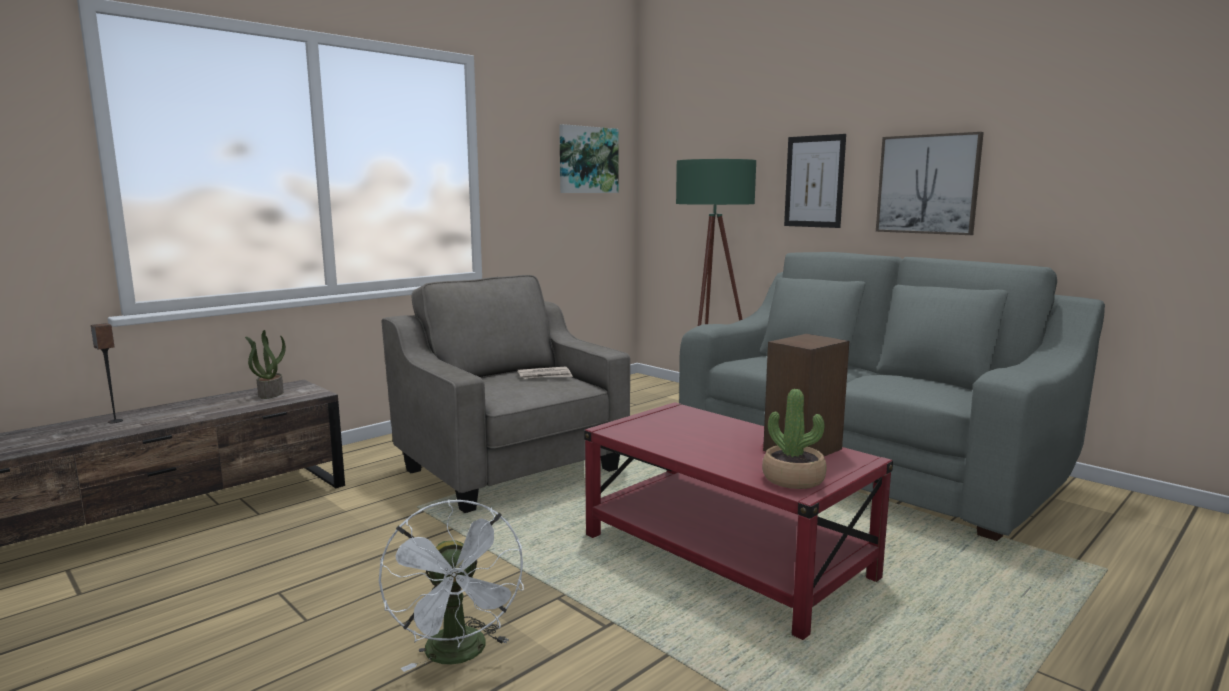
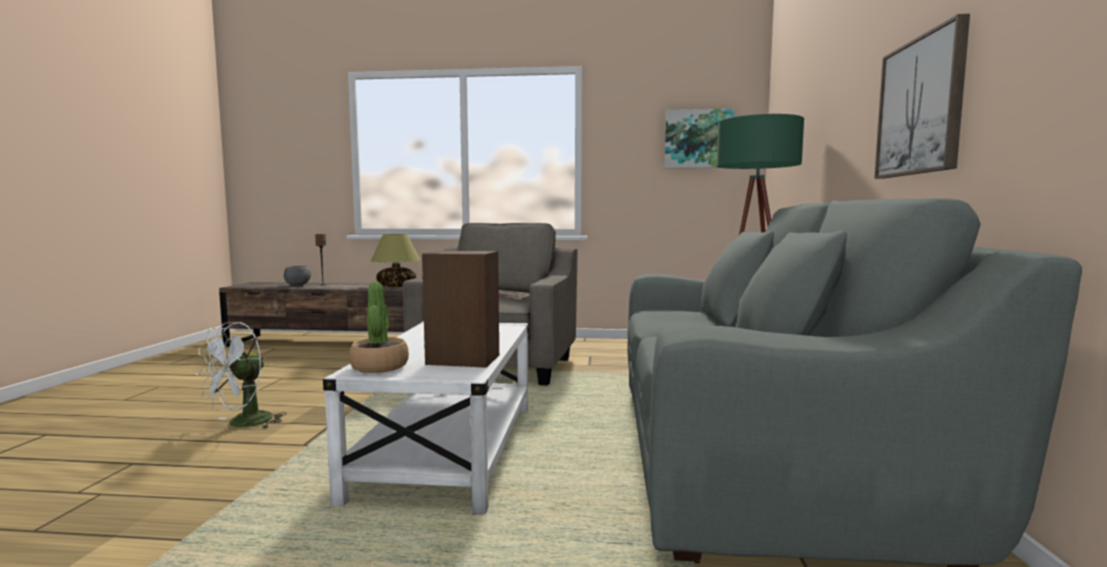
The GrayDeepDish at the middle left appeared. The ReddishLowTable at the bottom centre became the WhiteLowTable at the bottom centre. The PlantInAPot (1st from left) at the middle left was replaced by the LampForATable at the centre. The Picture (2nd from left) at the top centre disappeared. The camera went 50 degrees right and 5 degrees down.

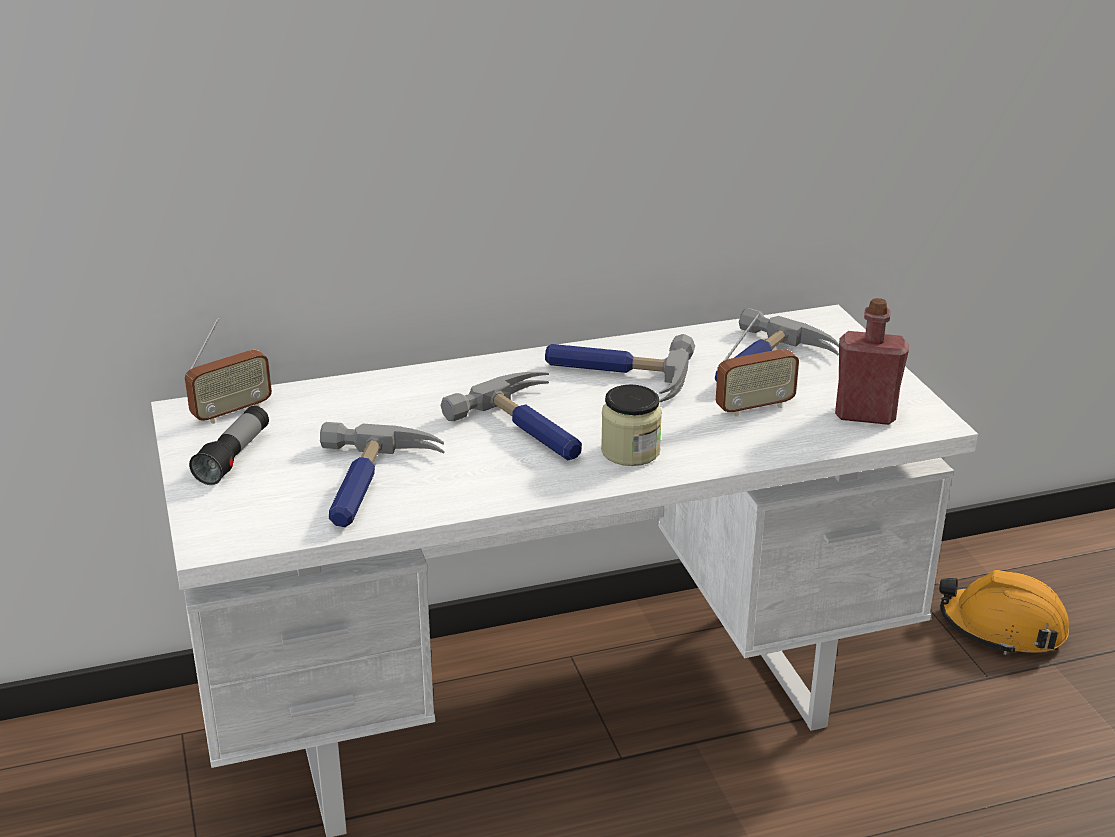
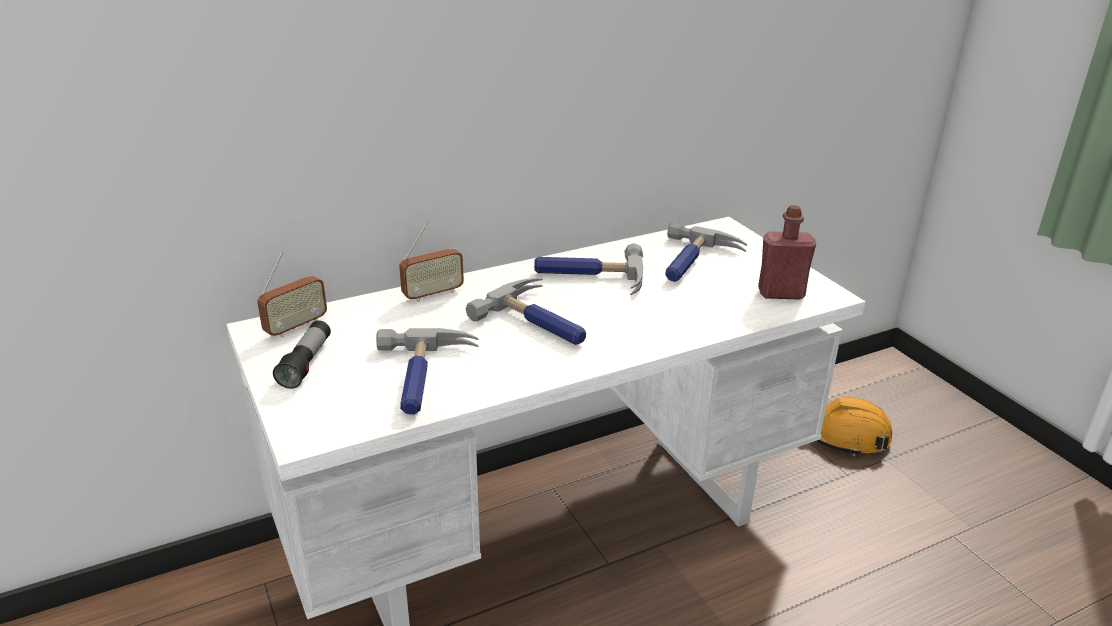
The RadioSet (2nd from left) moved from the middle right to the centre. The Jar at the centre disappeared. The camera went 10 degrees left and 0 degrees up.

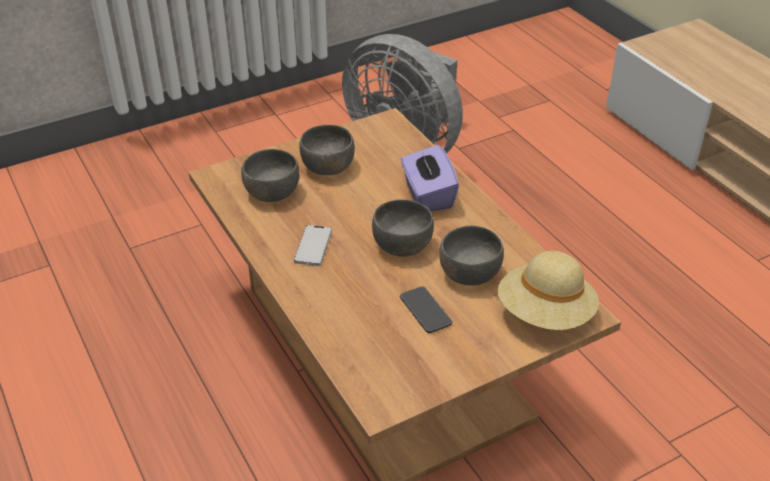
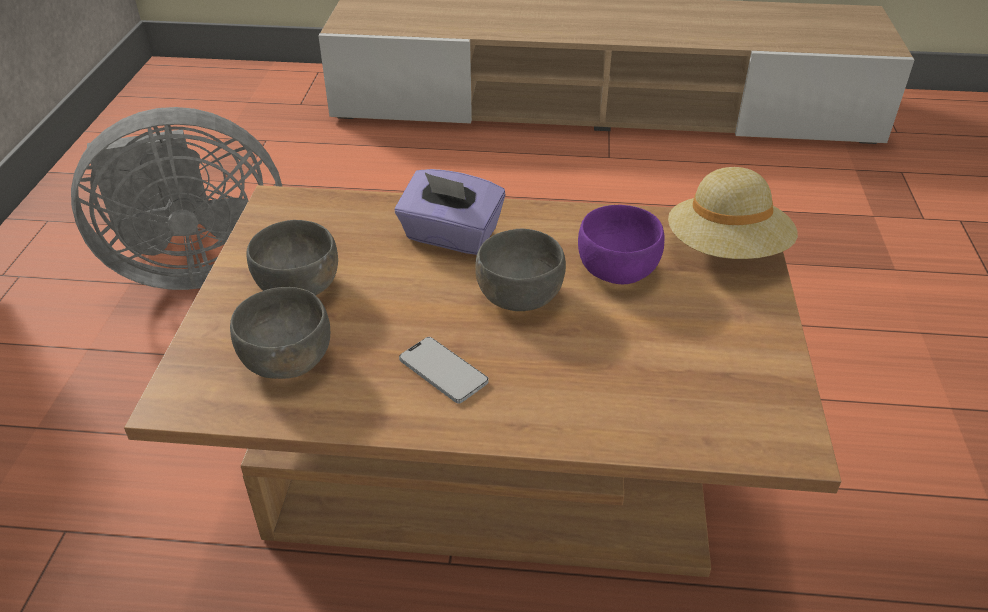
The GrayDeepDish (4th from left) at the centre became the PurpleColouredDeepDish at the centre. The Handset (2nd from left) at the centre disappeared. The camera went 55 degrees left and 0 degrees up.

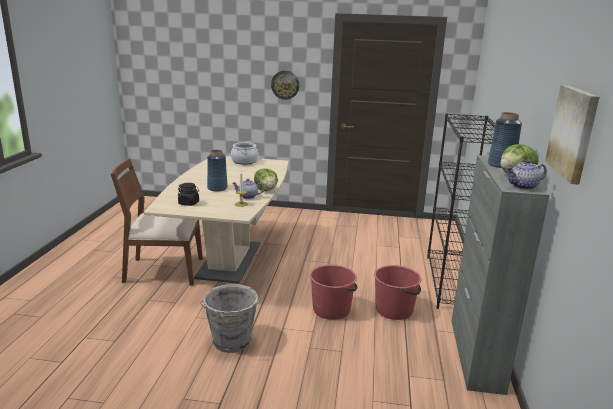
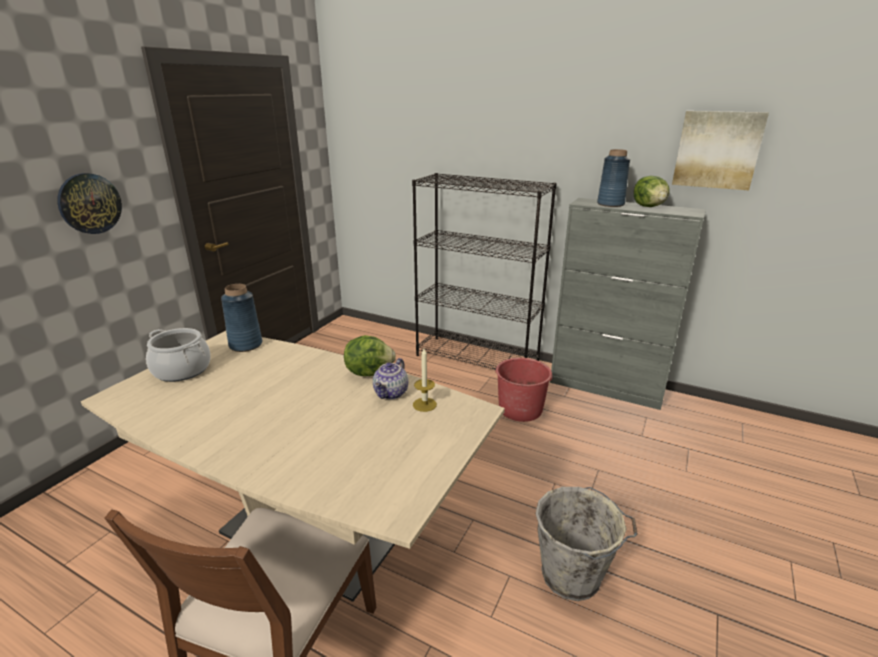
The BluishDecorativeVase (1st from left) moved from the centre to the middle left. The BlackJar at the middle left disappeared. The ReddishBucket (1st from left) at the bottom centre disappeared. The Teapot (2nd from left) at the middle right disappeared. The camera went 70 degrees left and 5 degrees up.

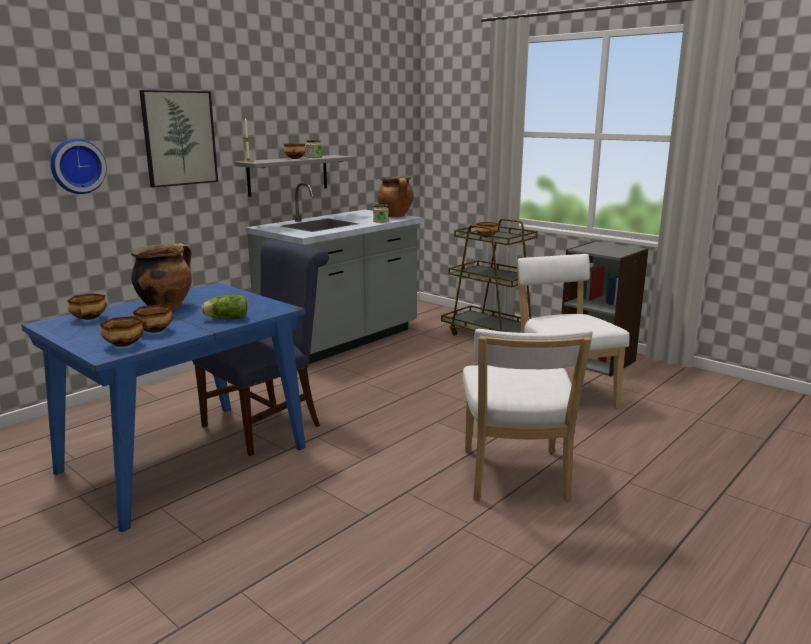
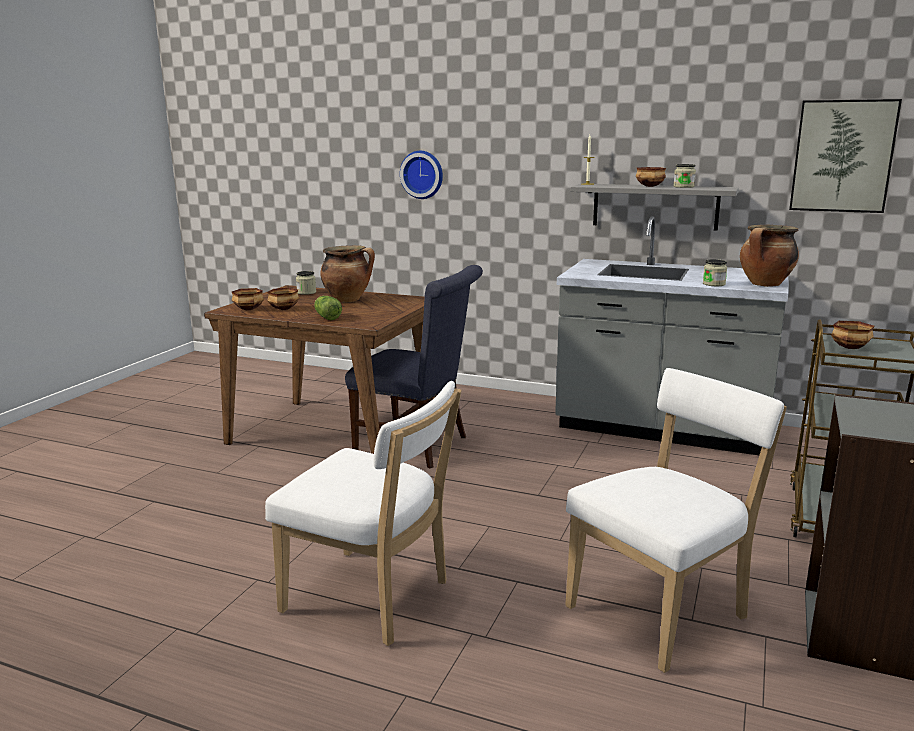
The BluishDiningTable at the middle left became the BrownColouredDiningTable at the centre. The WhitePlainChair (1st from left) at the centre turned 135 degrees counterclockwise. The DeepDish (1st from left) at the middle left was replaced by the Jar (1st from left) at the centre. The Picture moved from the top left to the top right. The camera went 70 degrees right and 0 degrees up.

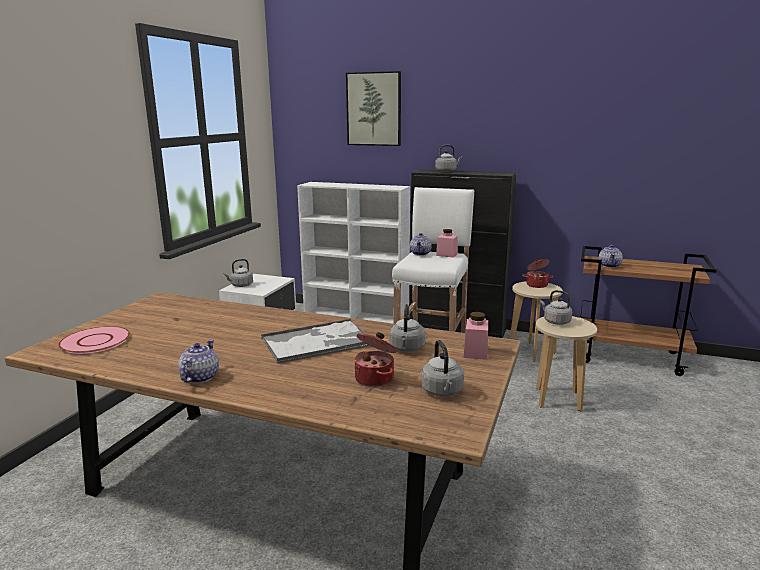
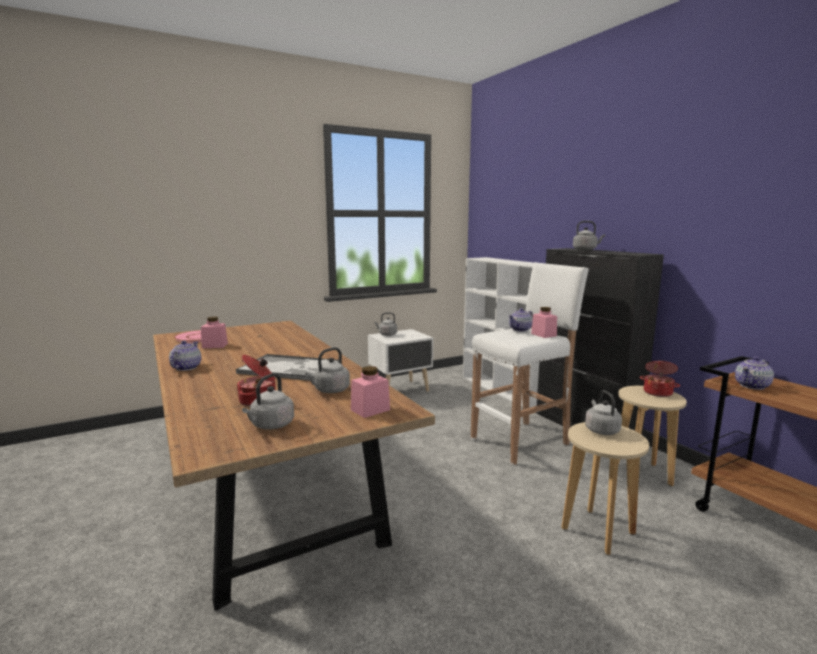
The Teapot (1st from left) at the middle left turned 45 degrees counterclockwise. The PinkJar (1st from left) at the middle left appeared. The Picture at the top centre disappeared. The camera went 40 degrees right and 5 degrees down.

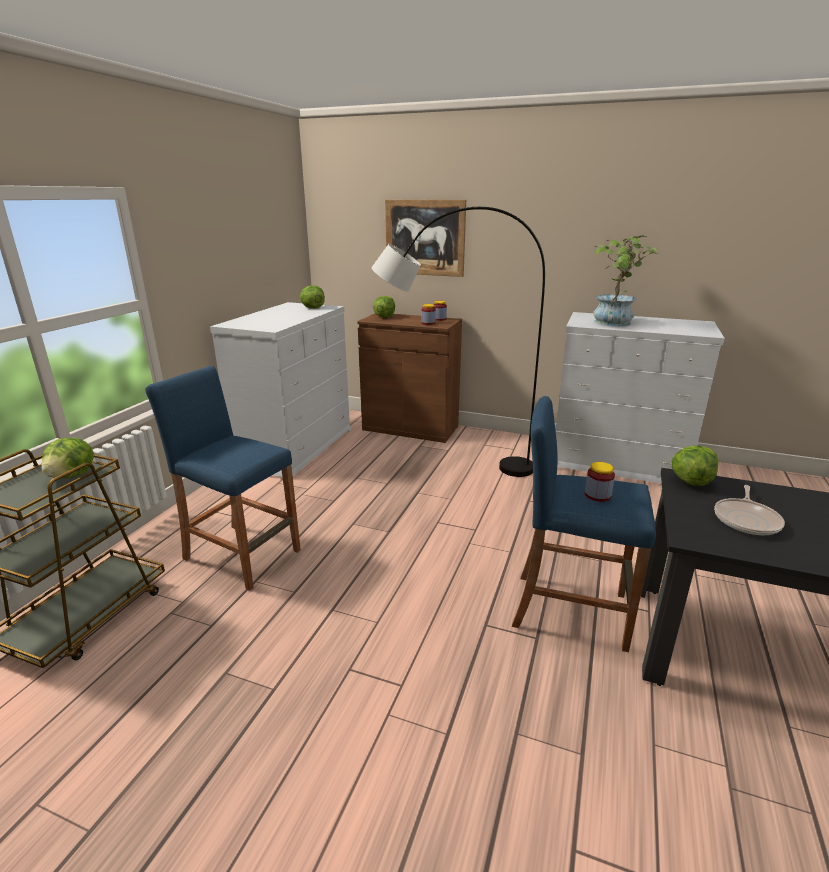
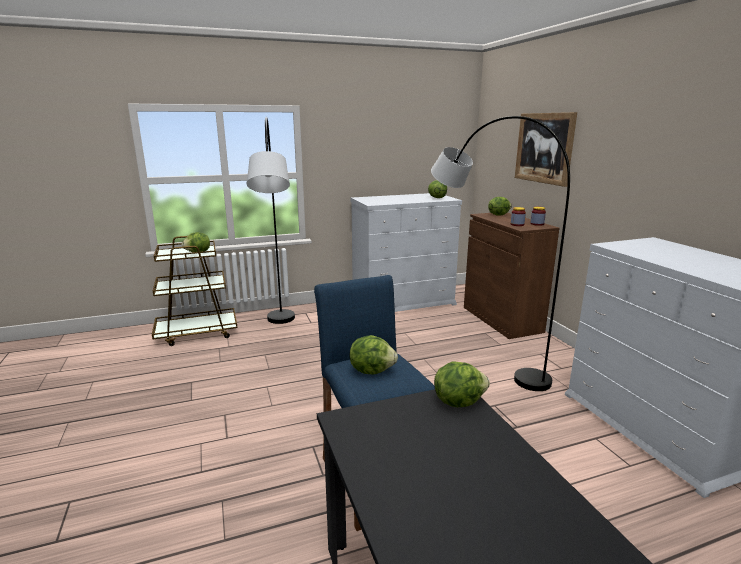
The BluishStool (1st from left) at the middle left was replaced by the GrayStandingLamp (1st from left) at the centre. The Jar (3rd from left) at the middle right was replaced by the LettuceHead (2nd from left) at the centre. The PlantInAPot at the top right disappeared. The Pan at the middle right disappeared. The camera went 50 degrees right and 5 degrees down.

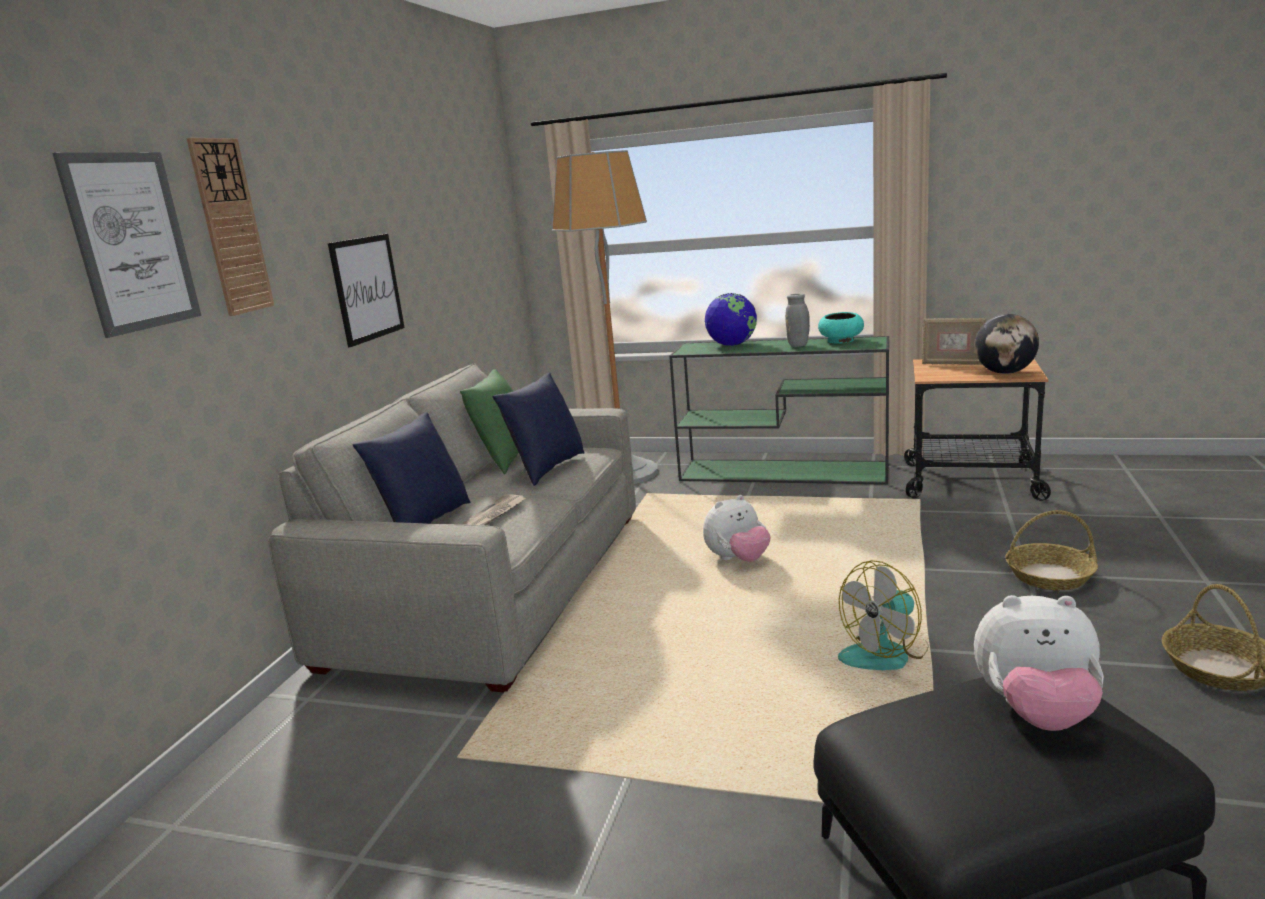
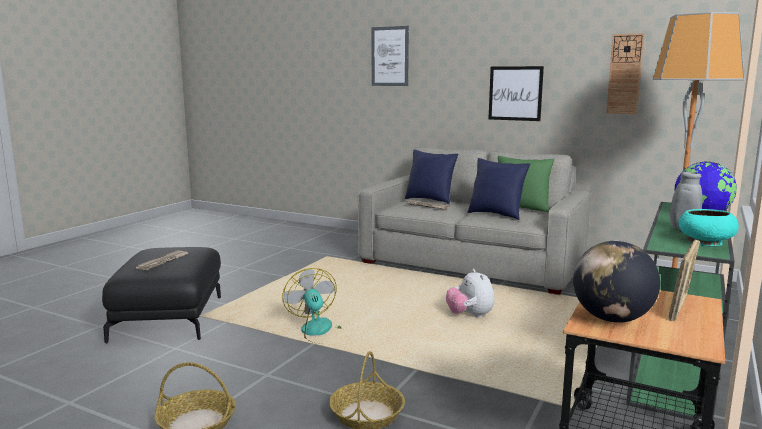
The PlushToy (2nd from left) at the bottom right was replaced by the PrintedPaper (1st from left) at the middle left. The ClockOnTheWall moved from the top left to the top right. The camera went 100 degrees right and 5 degrees down.

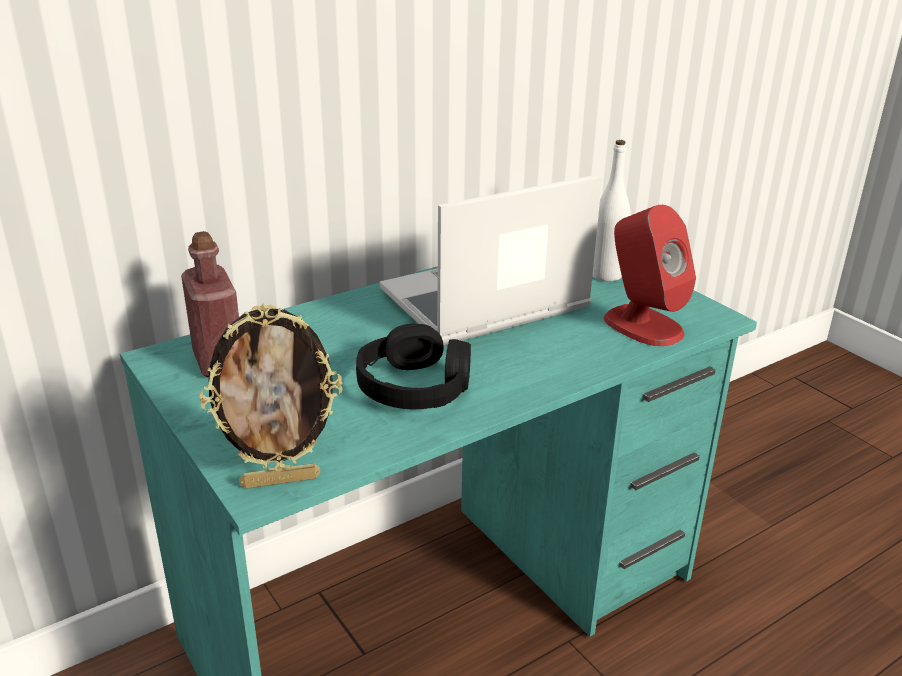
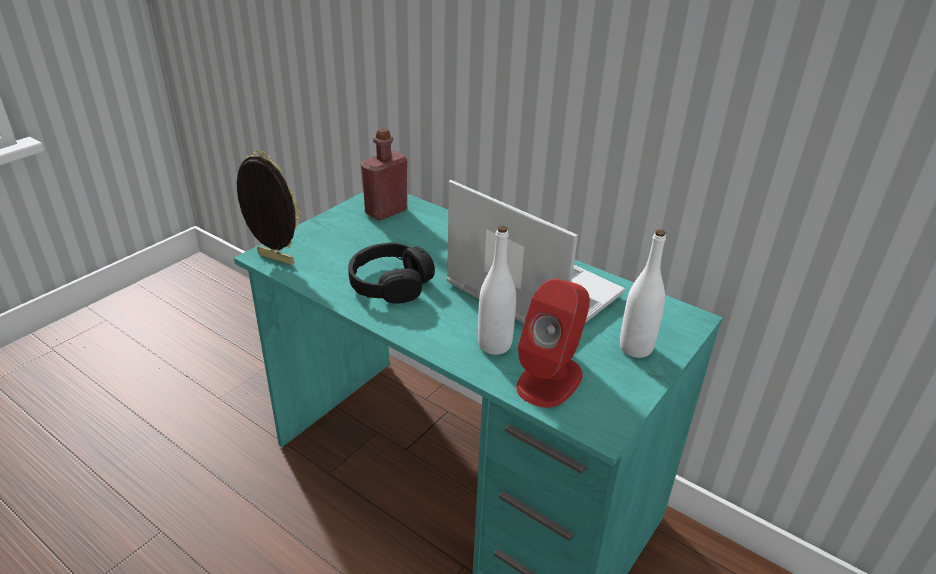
The StandingFrame at the middle left turned 150 degrees clockwise. The WhiteDrinkBottle (1st from left) at the centre appeared. The camera went 70 degrees right and 5 degrees up.

